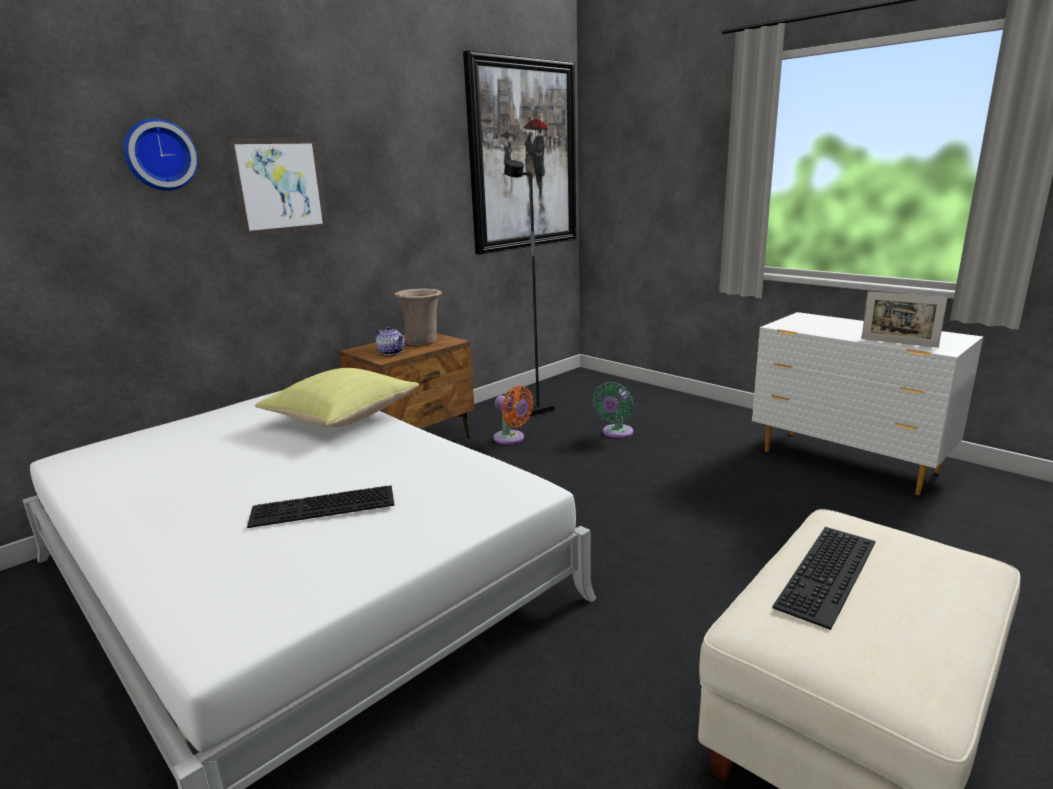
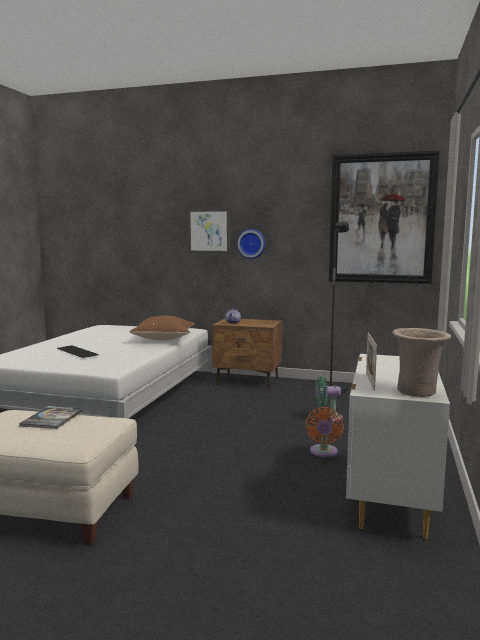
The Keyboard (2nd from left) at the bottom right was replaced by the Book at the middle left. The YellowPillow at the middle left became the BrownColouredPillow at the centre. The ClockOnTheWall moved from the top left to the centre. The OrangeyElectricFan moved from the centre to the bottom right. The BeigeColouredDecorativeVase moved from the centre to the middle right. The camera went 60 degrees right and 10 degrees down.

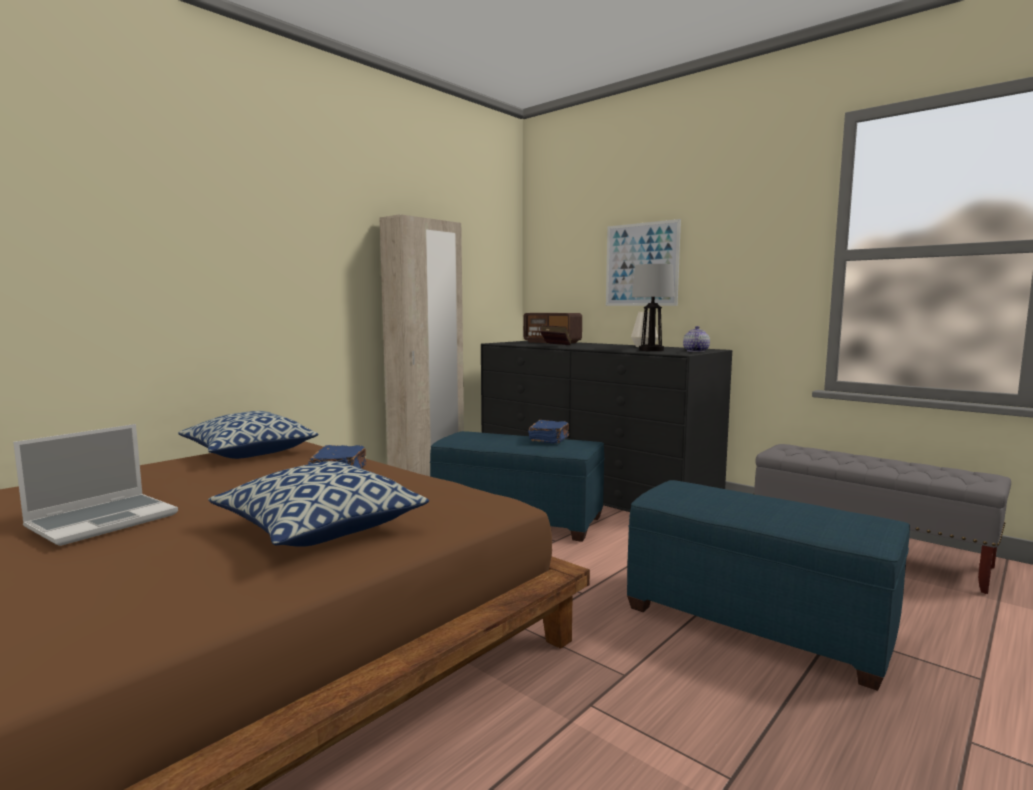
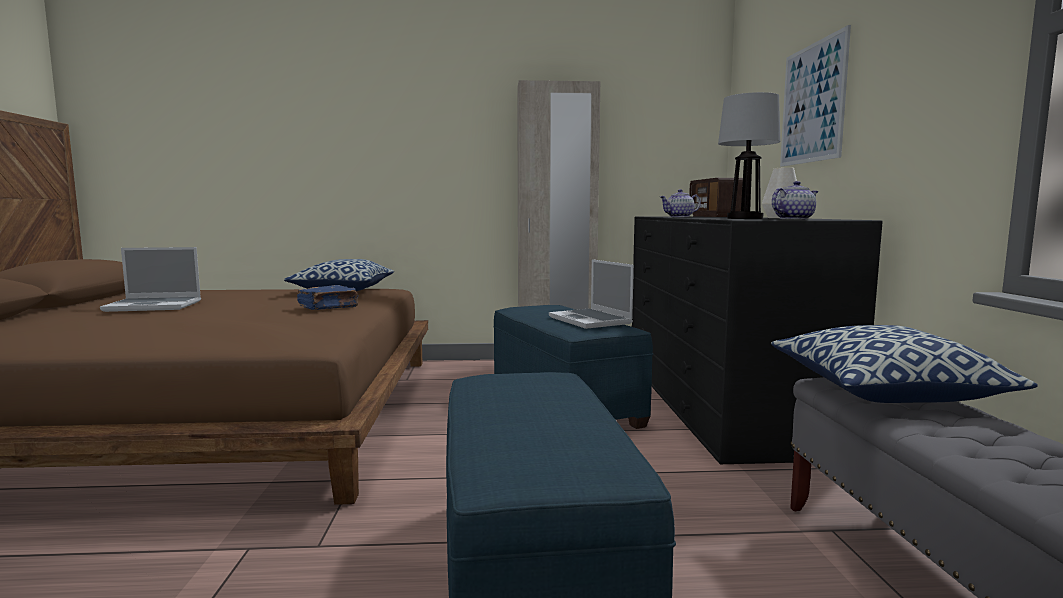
The BluishBook (2nd from left) at the centre was replaced by the PortableComputer (2nd from left) at the centre. The ReddishBook at the centre was replaced by the Teapot (1st from left) at the centre. The Pillow (2nd from left) moved from the middle left to the middle right. The camera went 45 degrees right and 0 degrees up.

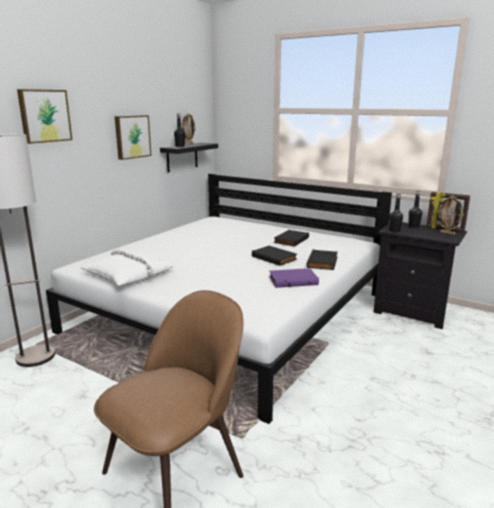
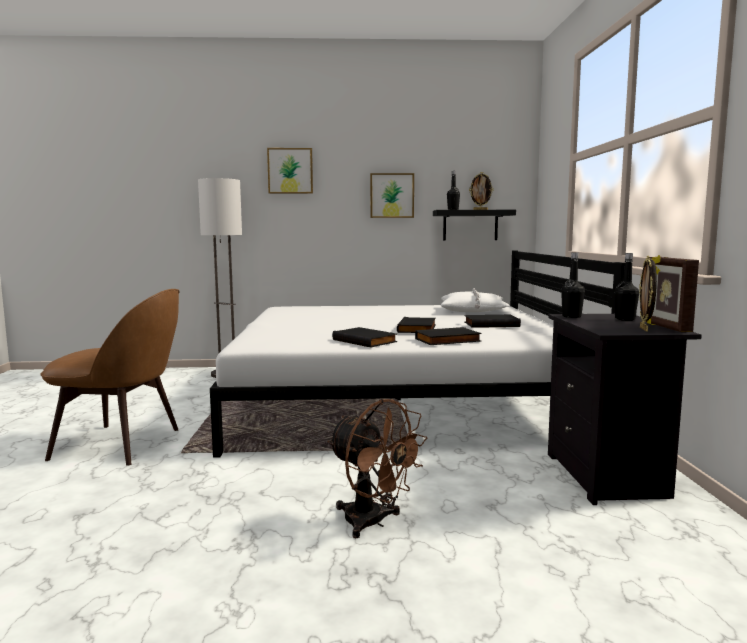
The BrownColouredElectricFan at the bottom centre appeared. The PurpleColouredBook at the centre became the BlackBook (1st from left) at the centre. The WhitePillow moved from the middle left to the centre. The camera went 55 degrees right and 10 degrees down.

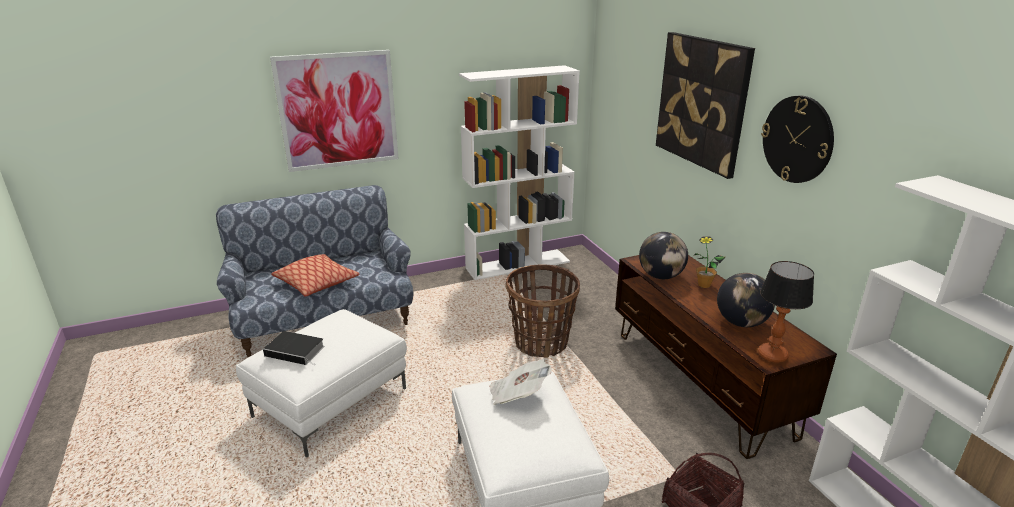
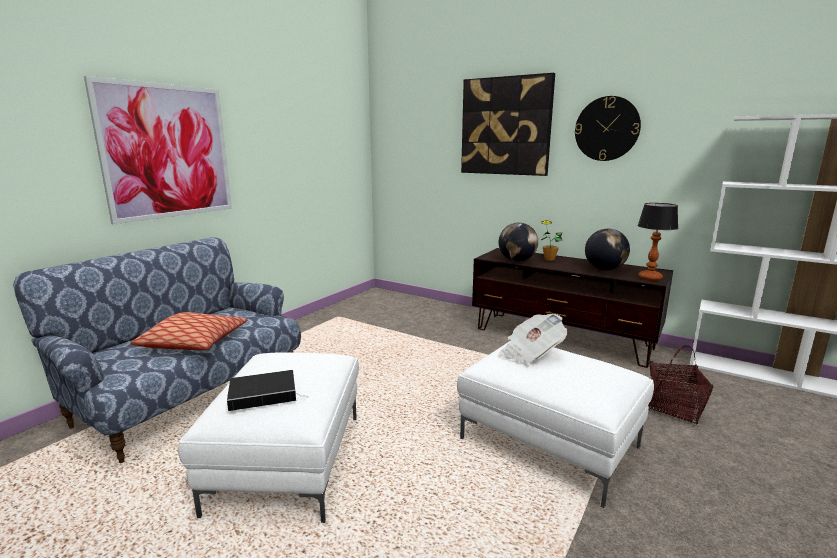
The WhiteShelvingUnit (1st from left) at the centre disappeared. The StorageBasket (1st from left) at the centre disappeared. The camera went 35 degrees left and 10 degrees down.

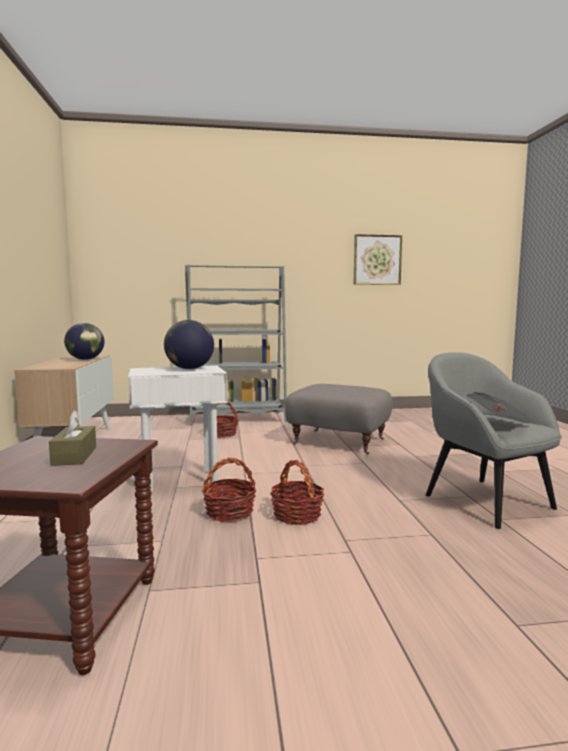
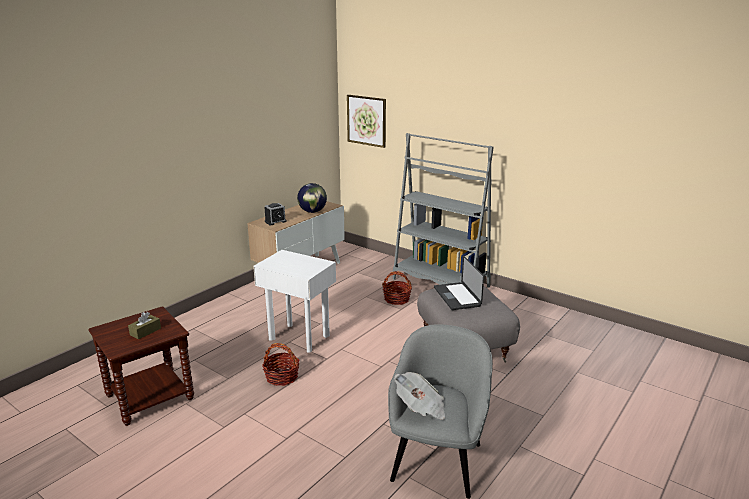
The BedsideClock at the centre appeared. The Picture moved from the centre to the top centre. The PortableComputer at the centre appeared. The Globe (2nd from left) at the middle left disappeared. The StorageBasket (3rd from left) at the centre disappeared. The camera went 45 degrees right and 15 degrees up.

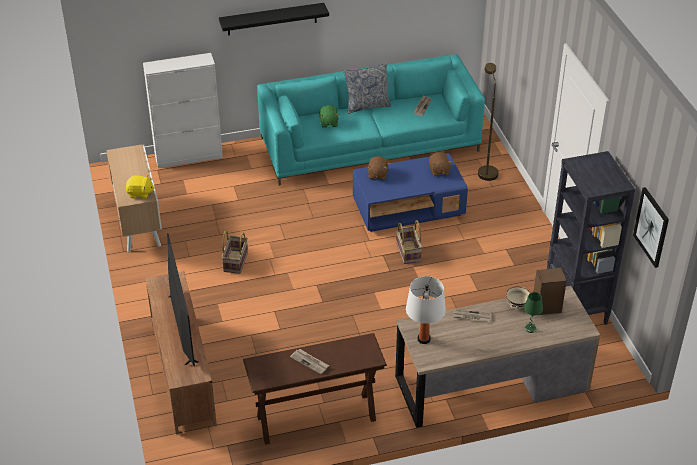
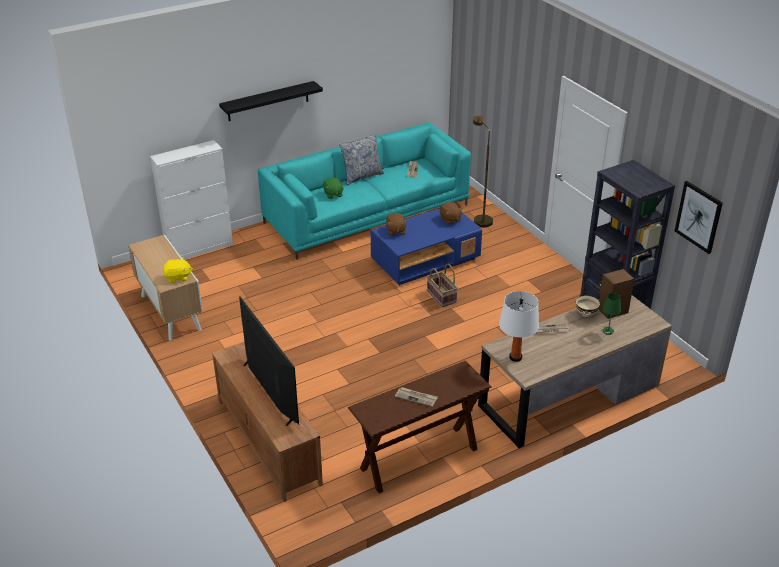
The StorageBasket (1st from left) at the centre disappeared. The camera went 15 degrees left and 5 degrees down.

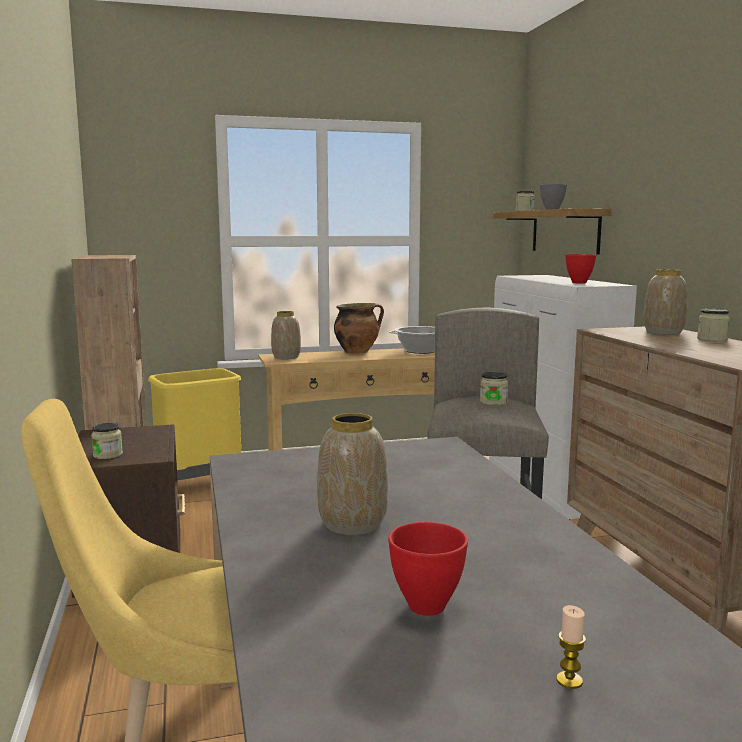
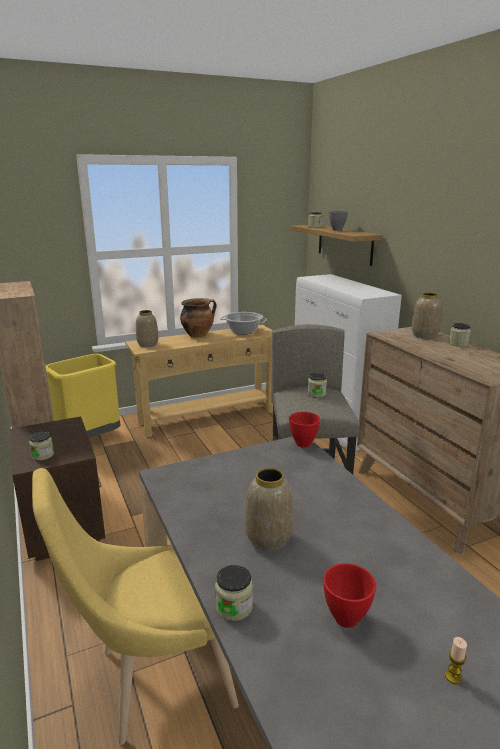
The Jar (2nd from left) at the bottom centre appeared. The ReddishDeepDish (2nd from left in the first image) moved from the middle right to the centre. The camera went 10 degrees left and 10 degrees up.

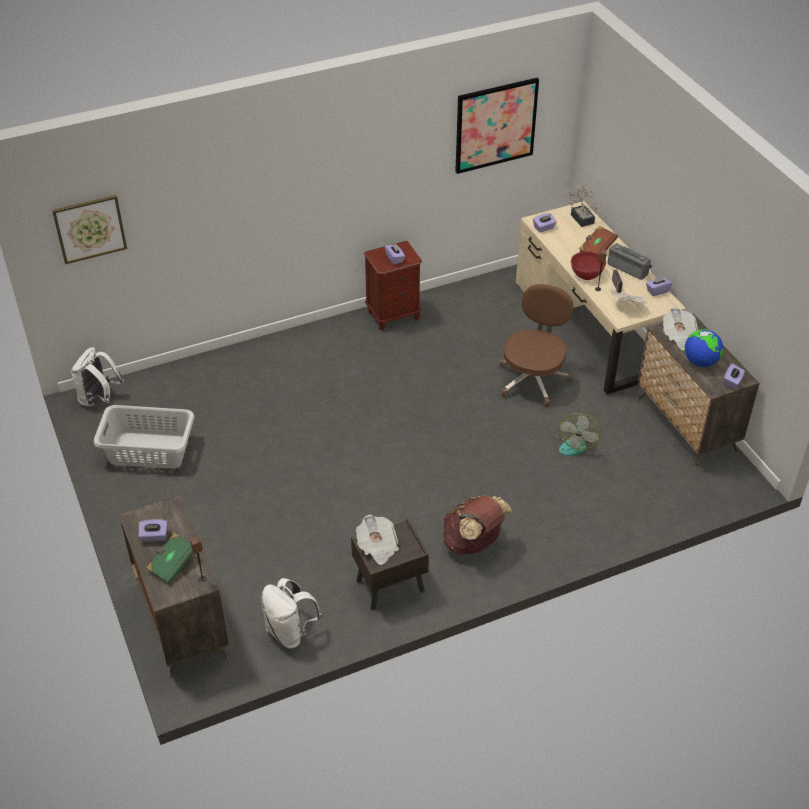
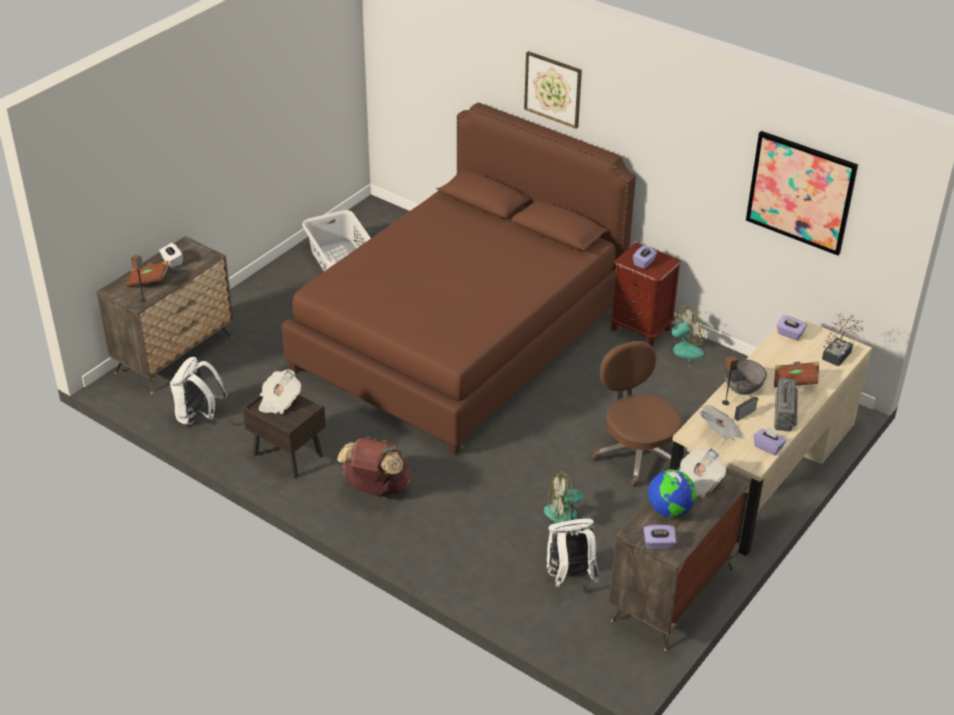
The GreenishBook at the bottom left became the BrownColouredBook (1st from left) at the middle left. The PurpleColouredTissueHolder (1st from left) at the middle left became the WhiteTissueHolder at the middle left. The BrownColouredSleepingBed at the centre appeared. The Picture (1st from left) moved from the top left to the top centre. The WhiteBackpack (1st from left in the first image) moved from the middle left to the bottom centre. The BrownColouredComputerChair at the centre turned 105 degrees counterclockwise. The ElectricFan (2nd from left) at the middle right appeared. The ReddishDeepDish at the top right became the GrayDeepDish at the middle right. The camera went 60 degrees right and 5 degrees down.

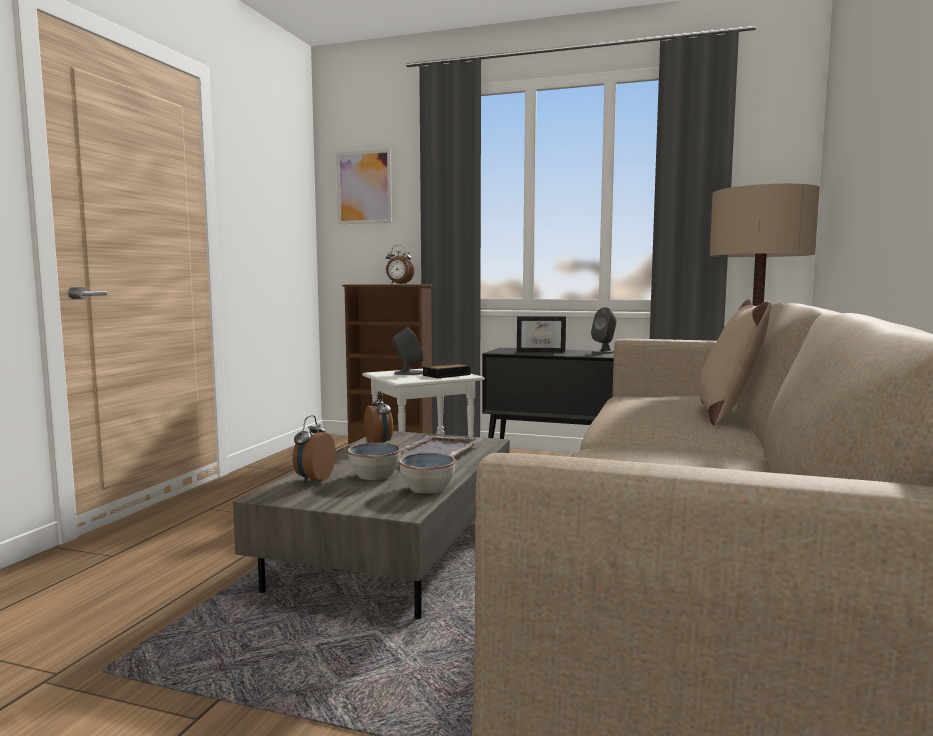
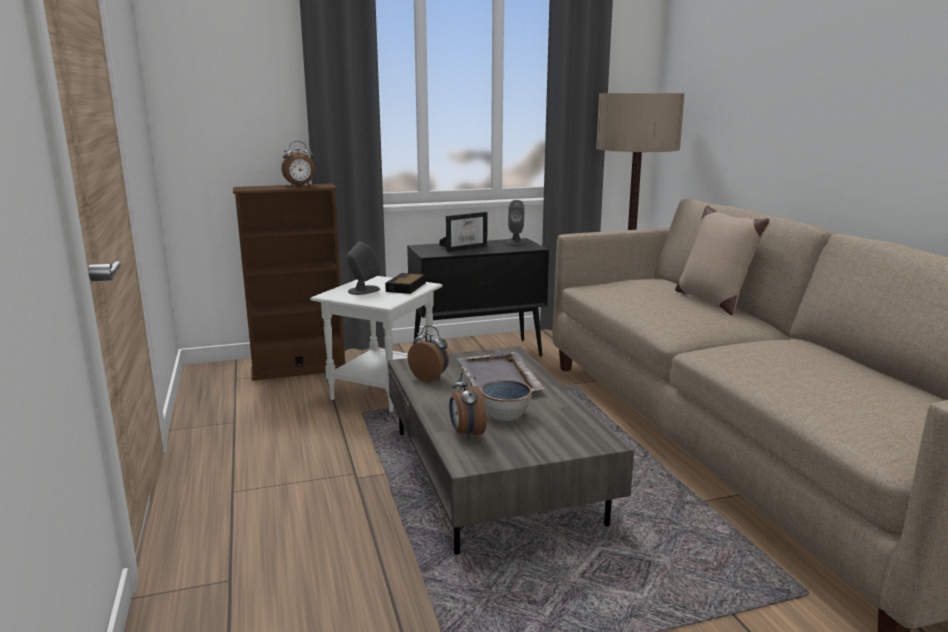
The Picture at the top centre disappeared. The DeepDish (2nd from left) at the centre disappeared. The camera went 35 degrees left and 10 degrees up.

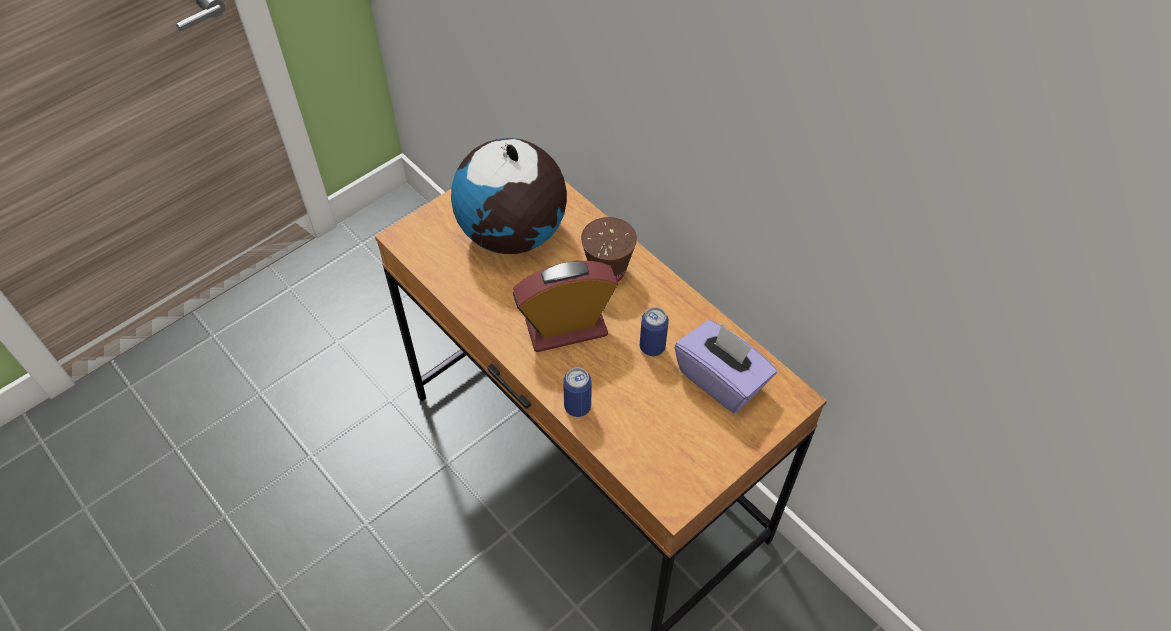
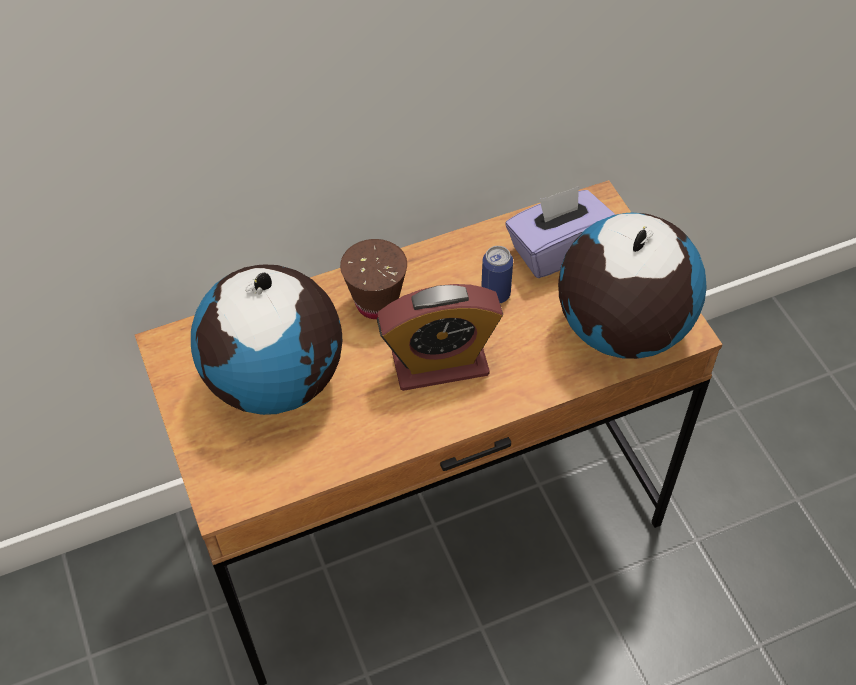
The BedsideClock at the centre turned 105 degrees counterclockwise. The Globe (2nd from left) at the middle right appeared. The Can (1st from left) at the centre disappeared. The camera went 70 degrees left and 0 degrees up.

